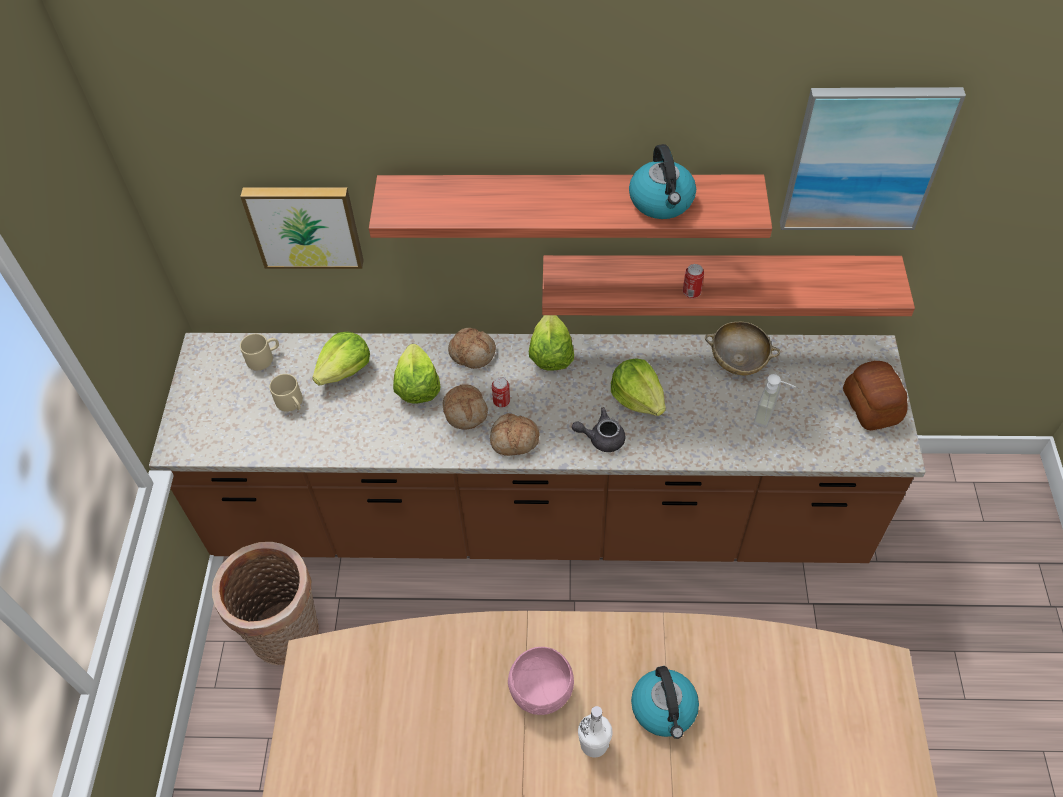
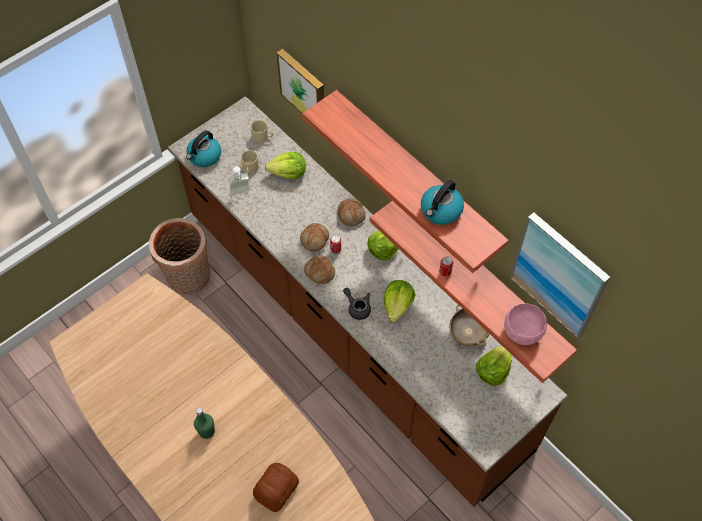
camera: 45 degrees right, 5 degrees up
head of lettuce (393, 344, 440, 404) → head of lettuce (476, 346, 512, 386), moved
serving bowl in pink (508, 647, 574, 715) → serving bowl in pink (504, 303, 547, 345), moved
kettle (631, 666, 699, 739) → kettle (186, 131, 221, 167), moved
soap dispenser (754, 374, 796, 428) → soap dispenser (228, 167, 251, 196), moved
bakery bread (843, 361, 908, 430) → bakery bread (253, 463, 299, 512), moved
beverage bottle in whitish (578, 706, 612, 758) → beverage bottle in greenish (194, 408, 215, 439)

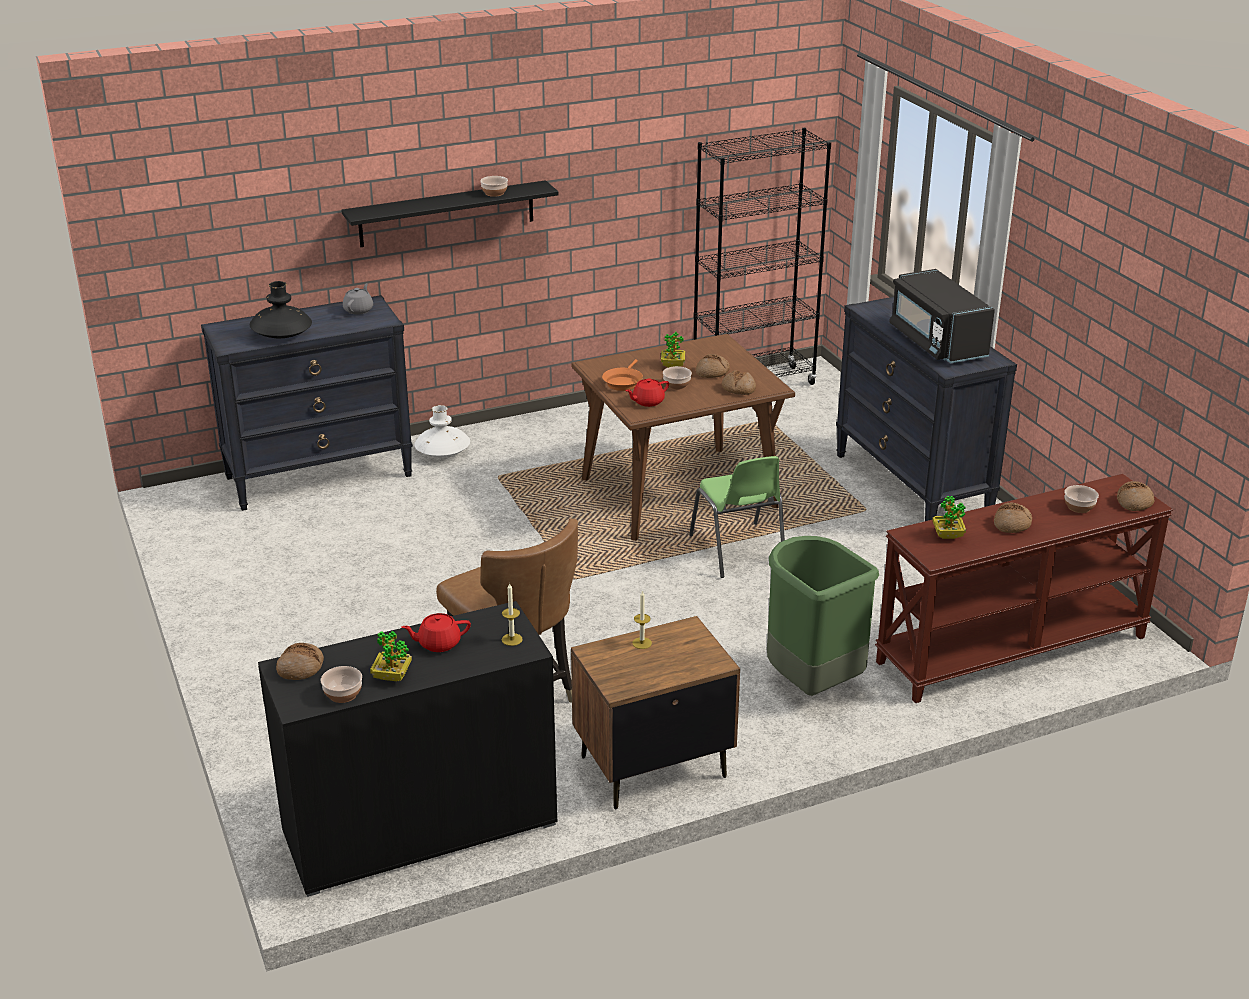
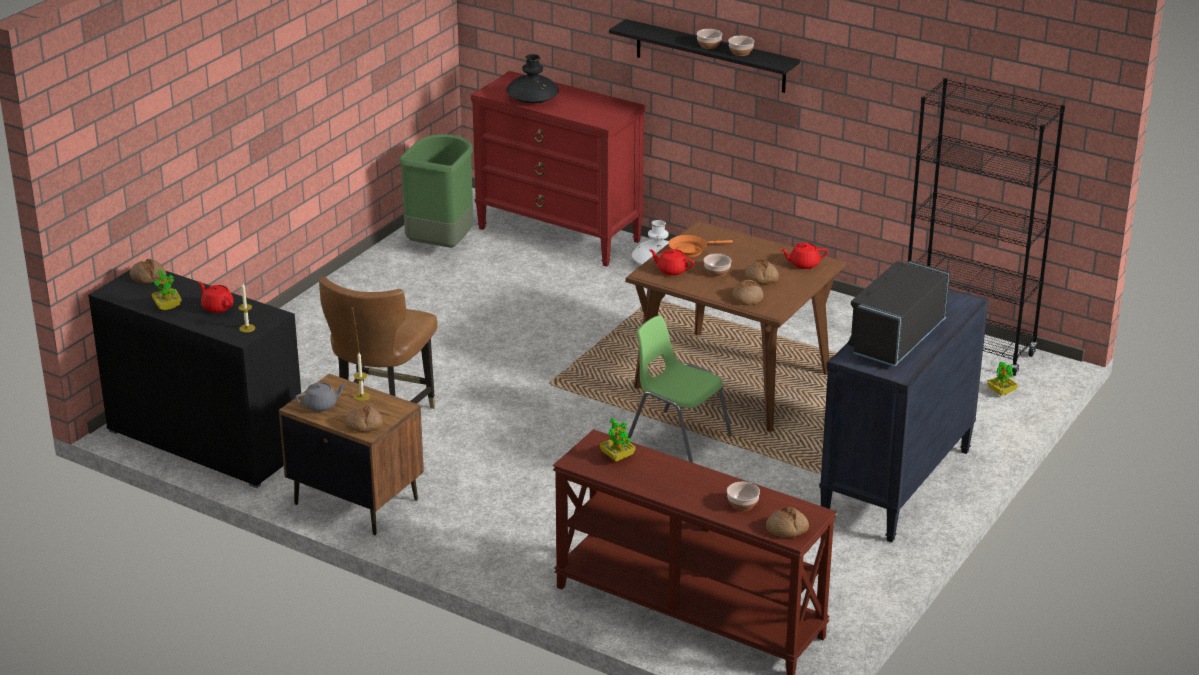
camera: 55 degrees right, 0 degrees up
- → teapot in red (780, 243, 828, 269)
serving bowl (320, 666, 362, 703) → serving bowl (697, 29, 722, 49), moved
teapot in grey (343, 283, 373, 315) → teapot in grey (295, 383, 347, 412), moved
potted plant (661, 332, 685, 368) → potted plant (987, 361, 1018, 396), moved
waste bin in greenish (767, 536, 879, 696) → waste bin in greenish (399, 134, 473, 248), moved
bakery bread (994, 503, 1032, 533) → bakery bread (345, 406, 383, 432), moved
drawer chest in black (201, 295, 413, 511) → drawer chest in red (471, 71, 645, 267)
upright chair in greenish (689, 456, 785, 578) → upright chair in greenish (627, 315, 732, 463), 90 degrees clockwise

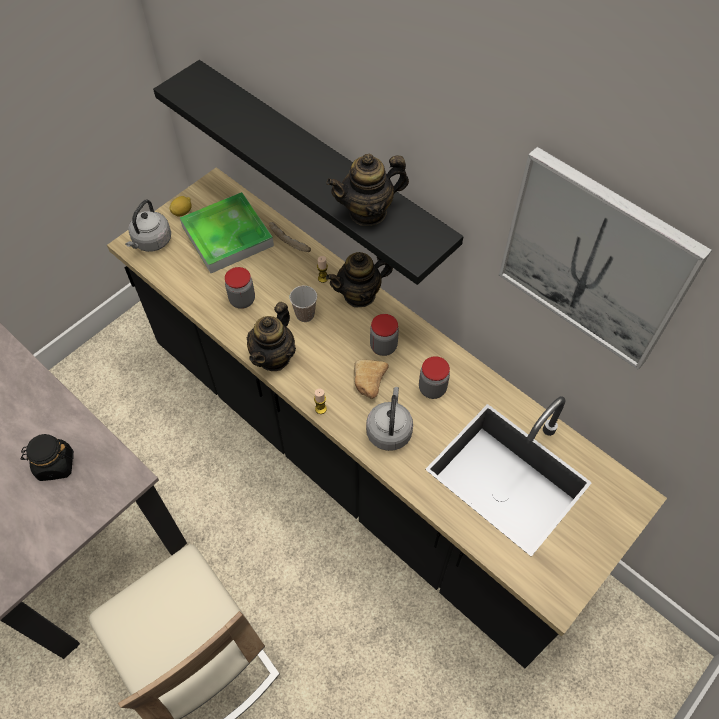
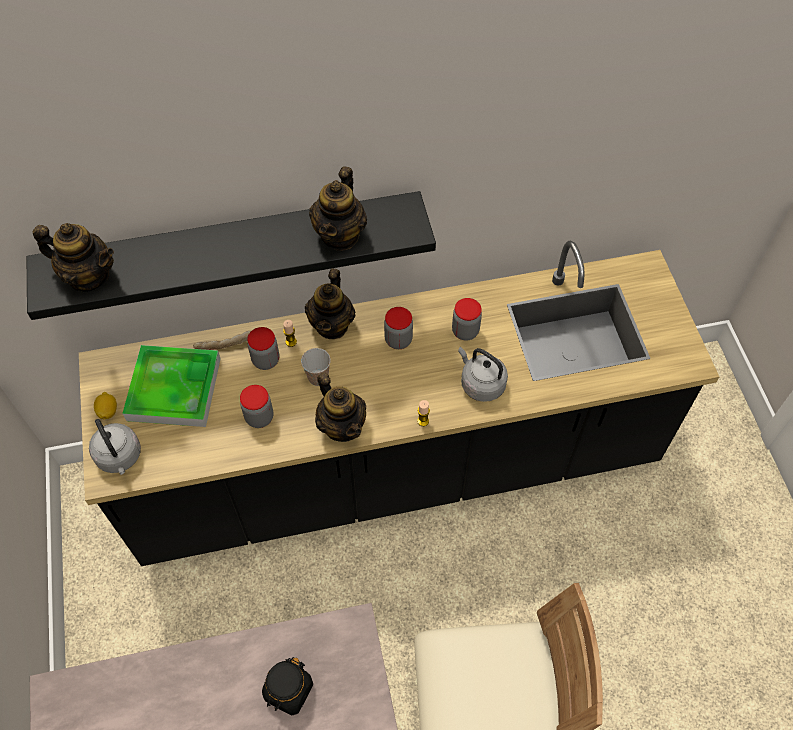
camera: 55 degrees left, 0 degrees up
bakery bread (354, 360, 389, 399) → -
wall art (499, 147, 712, 370) → -
- → teapot (33, 223, 114, 292)
- → storage jar (247, 327, 279, 370)

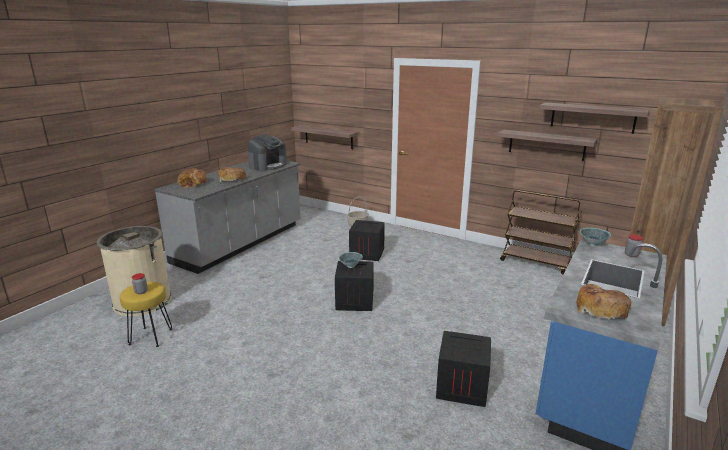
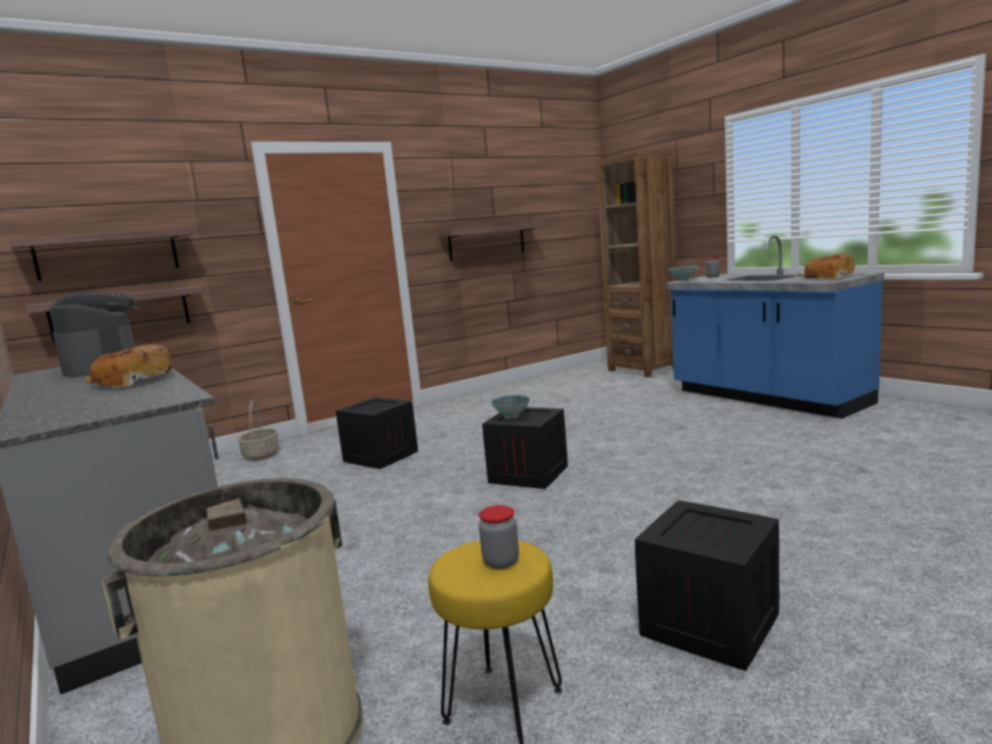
camera: 65 degrees left, 10 degrees down
bakery bread (177, 169, 207, 188) → -
trolley in brown (500, 190, 580, 275) → -
crate (436, 331, 491, 407) → crate (635, 500, 779, 671), moved
bracket shelf (540, 102, 649, 134) → bracket shelf (8, 228, 194, 281), moved

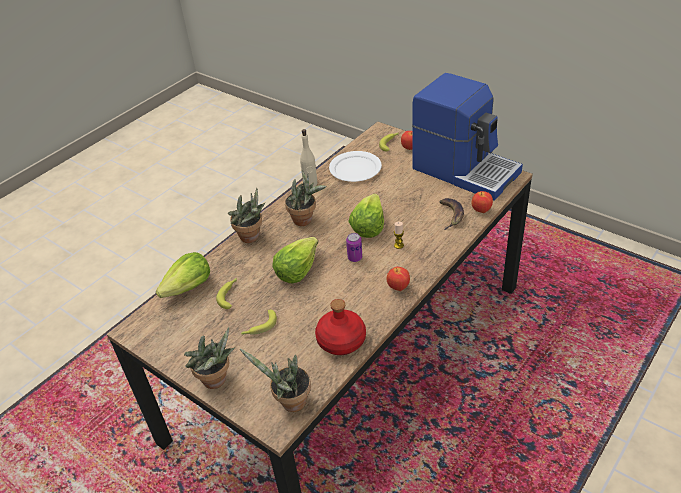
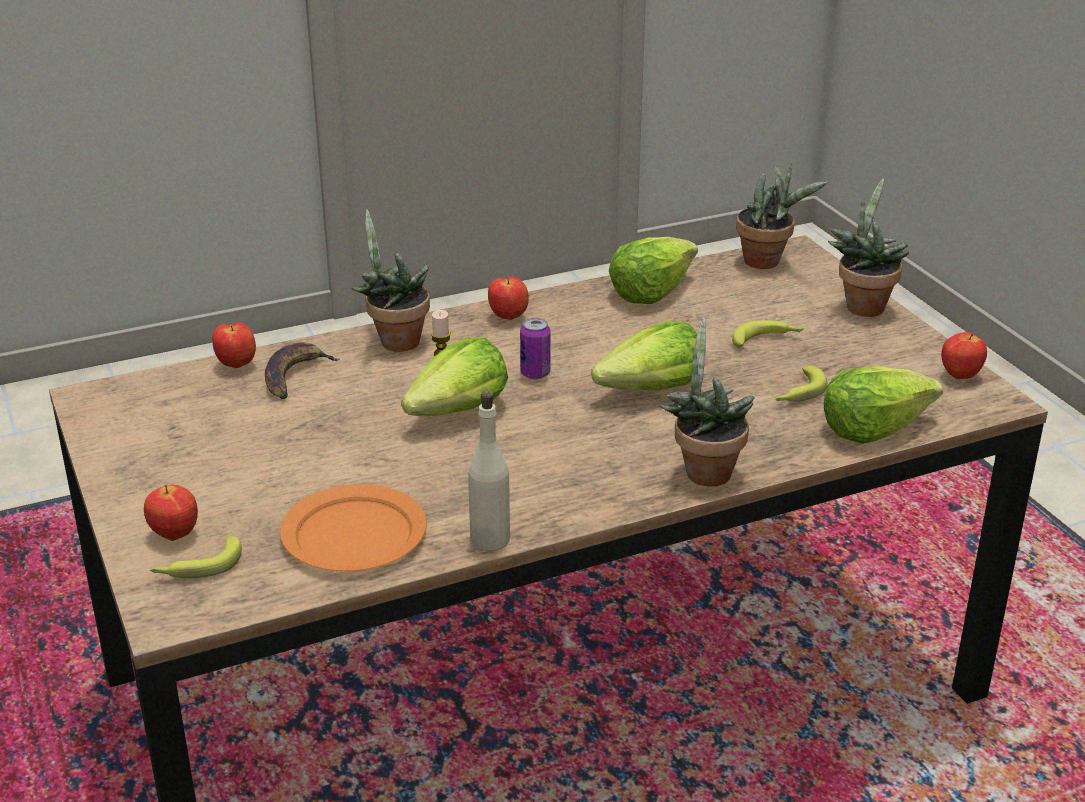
camera: 155 degrees left, 10 degrees down
coffee maker (412, 73, 523, 201) → -
- → apple fruit (941, 332, 987, 379)
potted plant (285, 171, 327, 226) → potted plant (352, 210, 430, 352), moved
beverage bottle in red (315, 299, 366, 355) → head of lettuce (609, 237, 698, 304)
plate in whitish (329, 151, 382, 182) → plate in orange (280, 484, 427, 572)

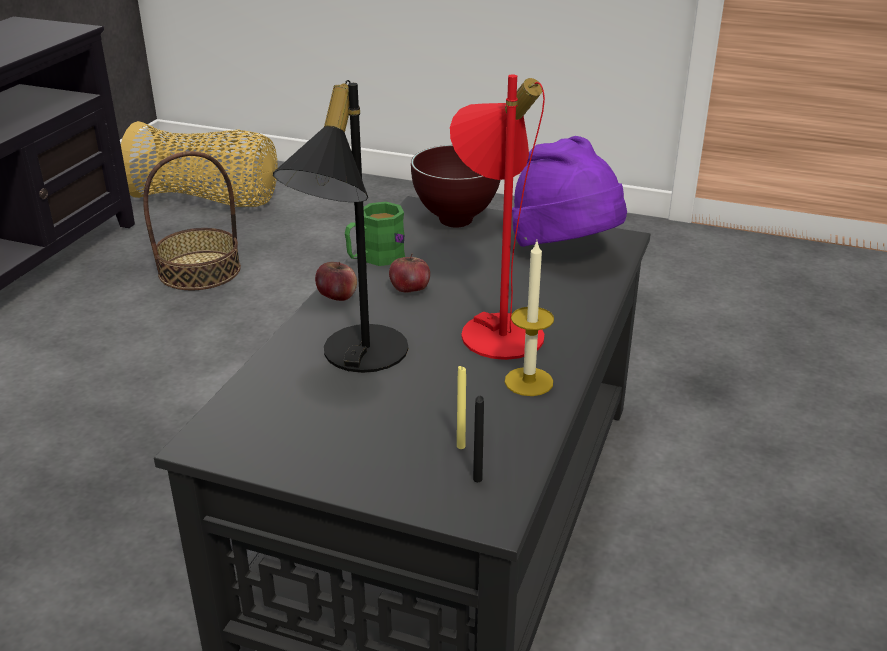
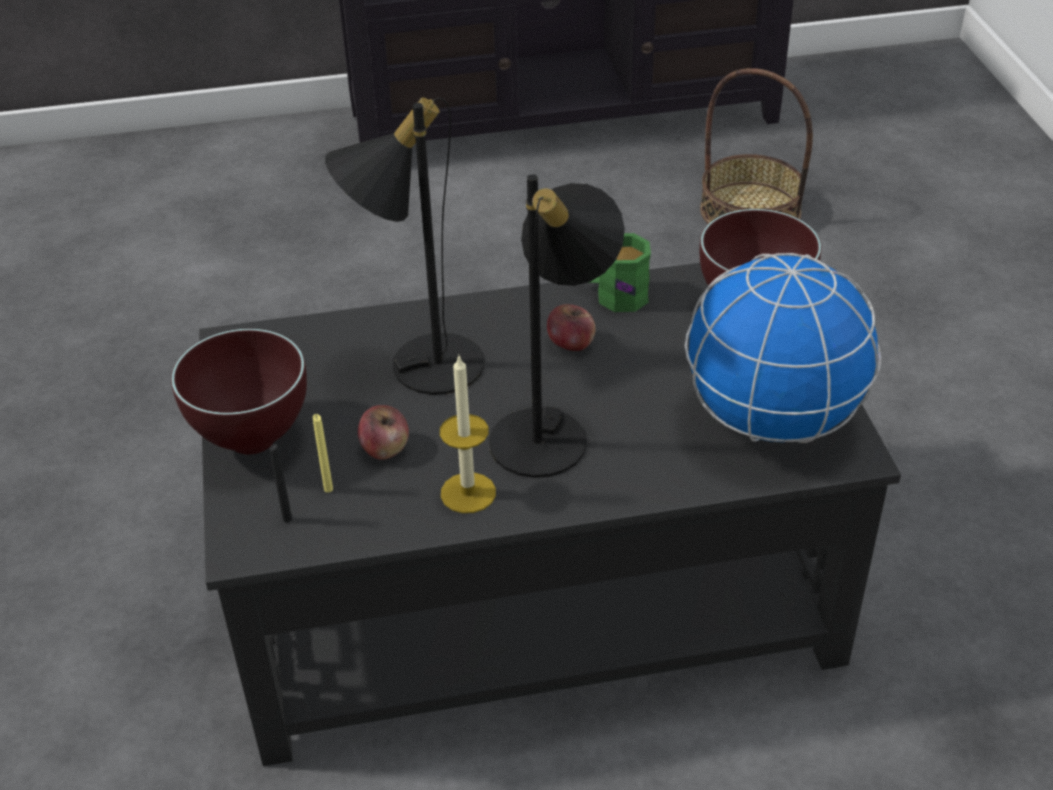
camera: 60 degrees right, 10 degrees up
basket (121, 121, 278, 207) → -
- → serving bowl in brown (171, 329, 307, 454)
apple fruit (315, 262, 357, 301) → apple fruit (358, 405, 409, 460), moved
clothing hat in purple-coloured (512, 136, 627, 247) → globe (685, 253, 881, 443)
tabletop lamp in red (450, 74, 545, 360) → tabletop lamp in black (489, 174, 625, 478)

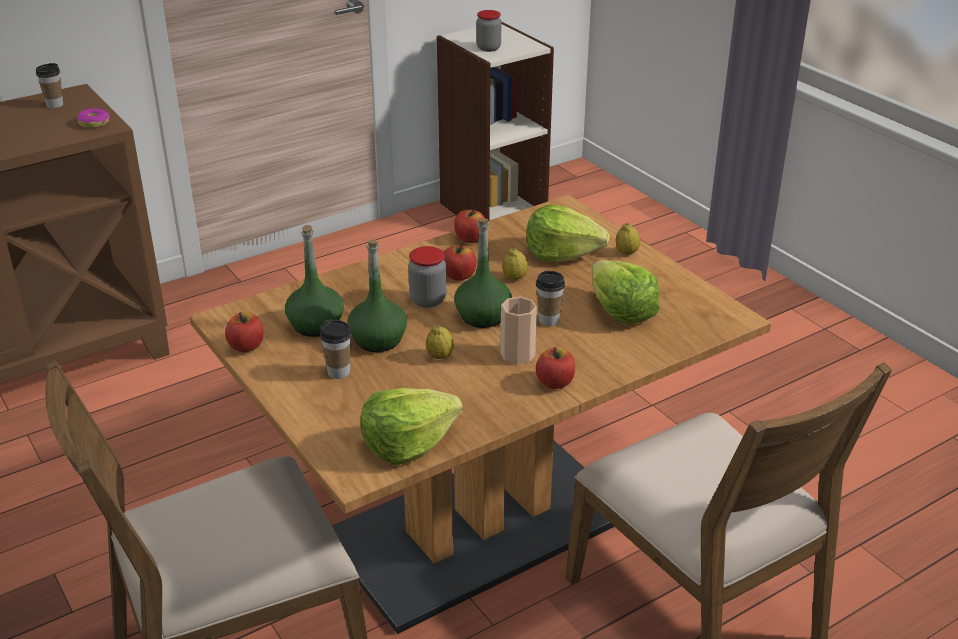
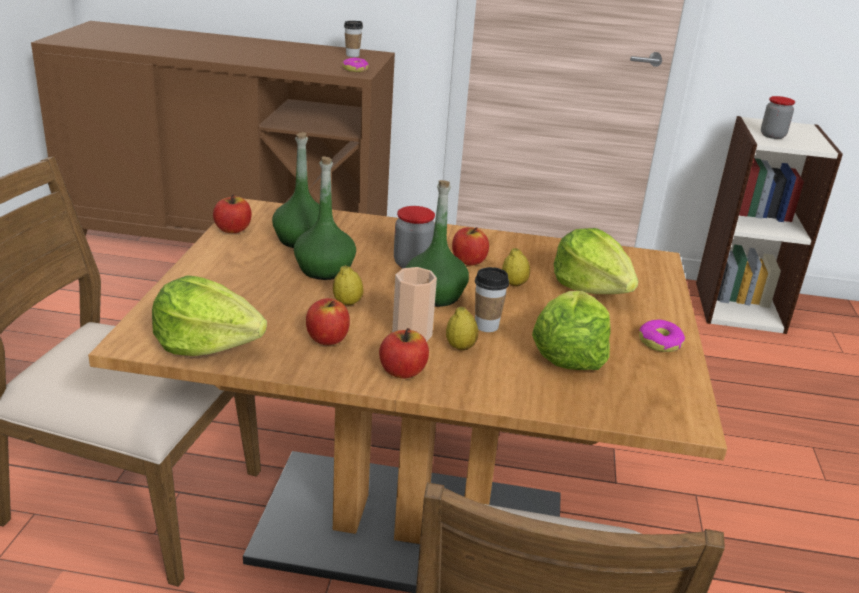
camera: 40 degrees right, 5 degrees down
small cup (320, 319, 352, 379) → -
- → doughnut (639, 319, 685, 352)
apple fruit (454, 209, 485, 243) → apple fruit (306, 298, 350, 345), moved
lemon (616, 223, 640, 255) → lemon (446, 307, 478, 351), moved

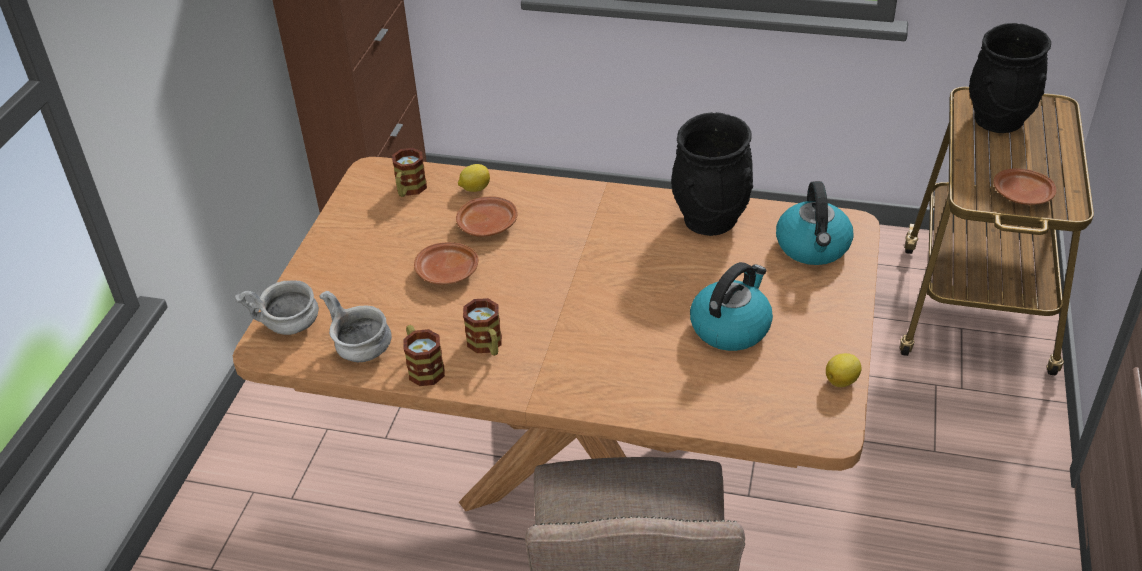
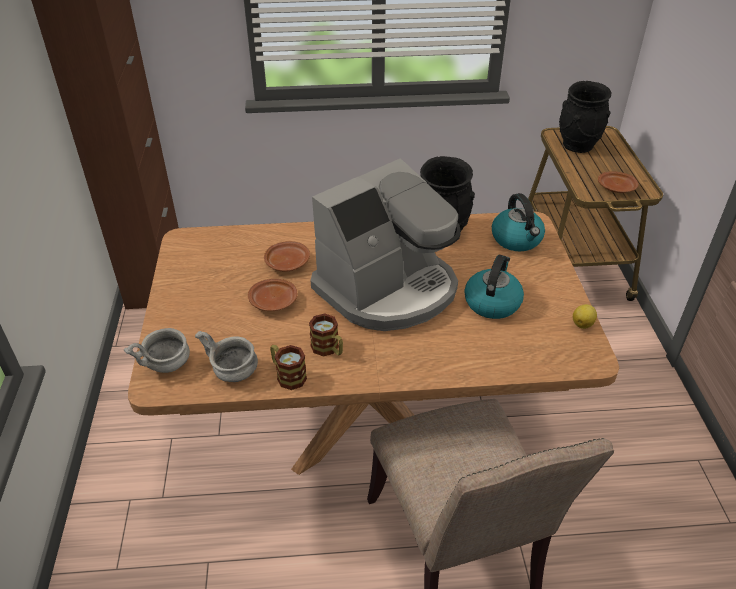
camera: 20 degrees left, 0 degrees up
tea mug (392, 148, 427, 197) → -
lemon (458, 164, 490, 192) → -
- → coffee maker (310, 158, 461, 331)

